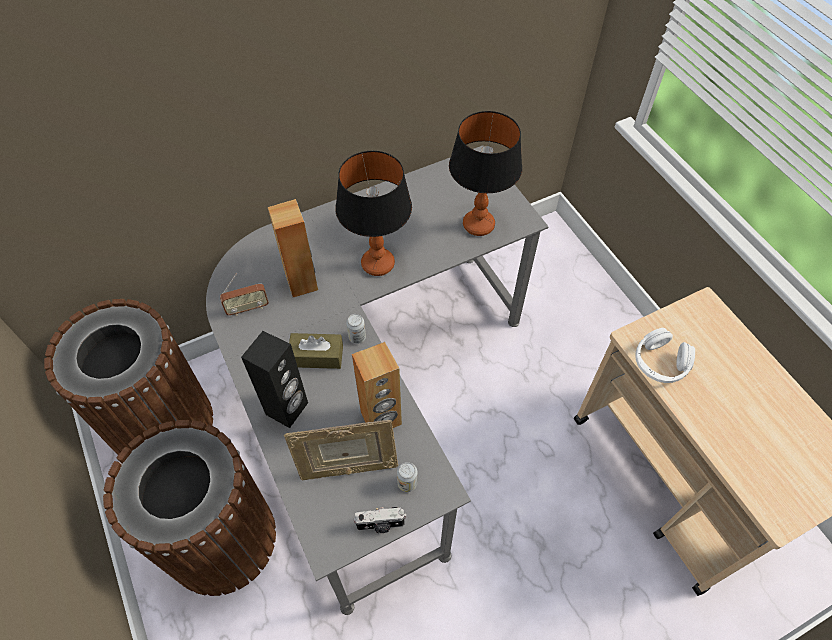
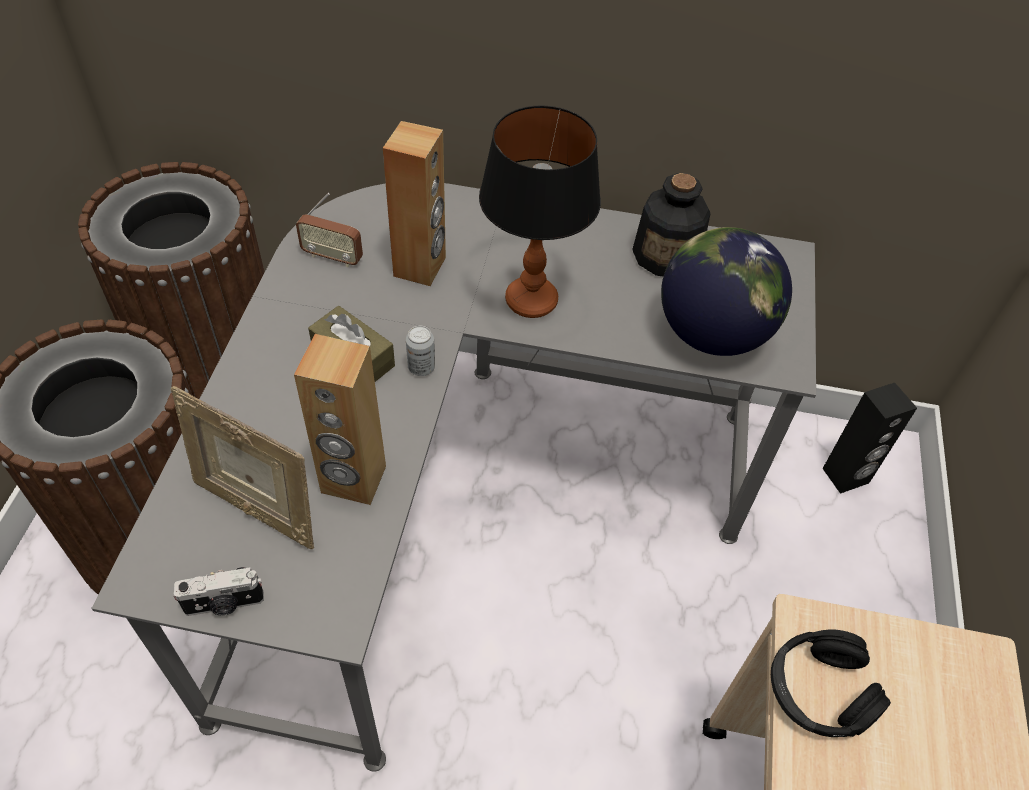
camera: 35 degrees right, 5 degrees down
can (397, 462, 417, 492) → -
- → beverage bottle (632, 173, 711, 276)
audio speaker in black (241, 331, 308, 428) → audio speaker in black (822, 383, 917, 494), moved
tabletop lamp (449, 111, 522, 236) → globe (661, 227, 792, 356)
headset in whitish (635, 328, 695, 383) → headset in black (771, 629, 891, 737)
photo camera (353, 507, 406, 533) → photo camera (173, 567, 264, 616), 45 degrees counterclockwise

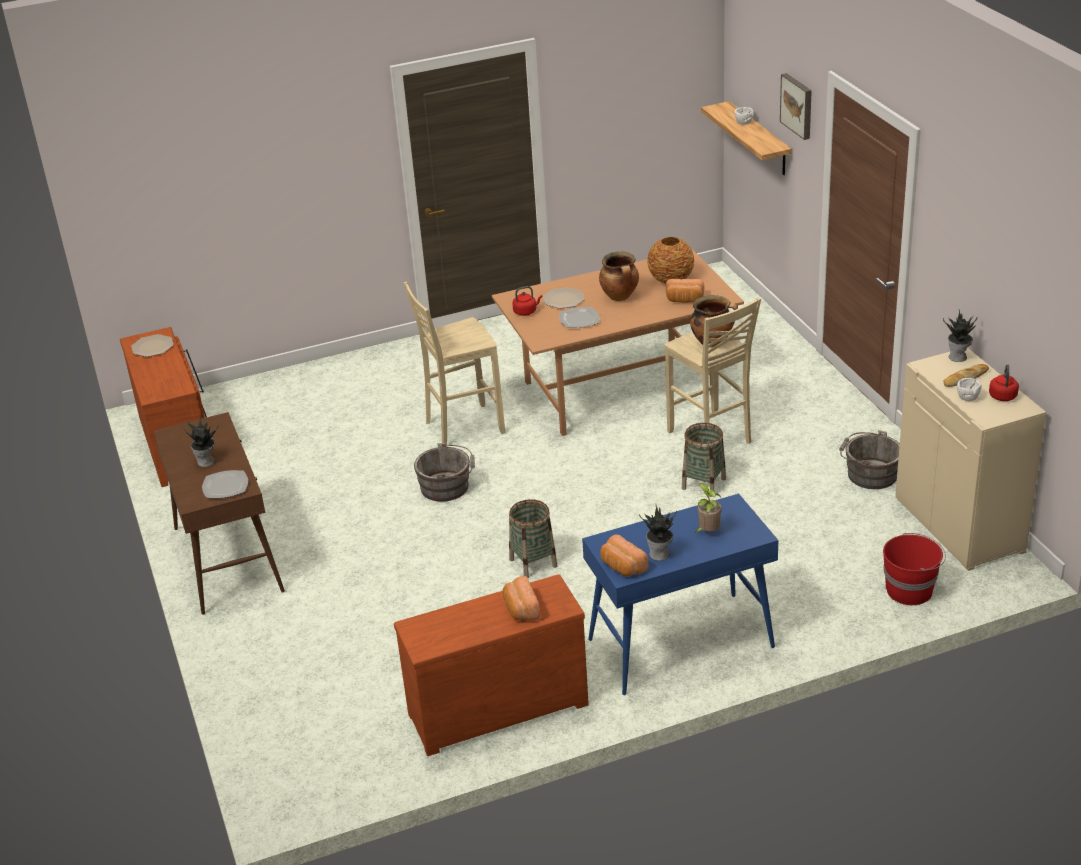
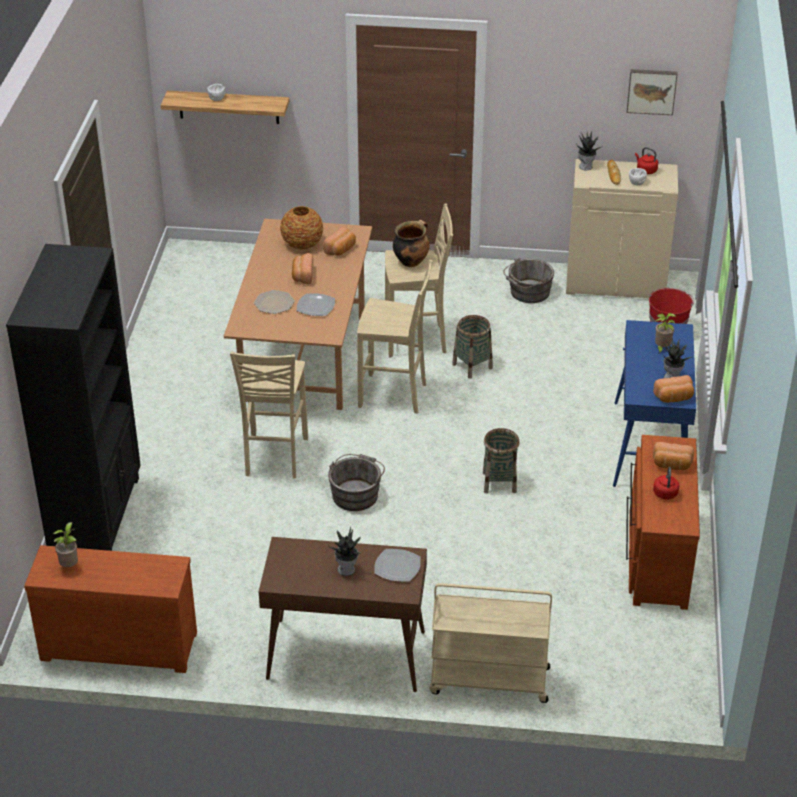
camera: 65 degrees left, 5 degrees up
- → bookcase in black (6, 244, 141, 551)
- → sitting stool in sand-coloured (357, 260, 433, 414)
- → trolley in sand-coloured (430, 583, 552, 703)
kettle in red (512, 286, 543, 316) → kettle in red (653, 467, 679, 499), moved
wall art (780, 73, 812, 140) → wall art (627, 69, 678, 115), moved
plate (131, 334, 174, 357) → potted plant (53, 522, 78, 567)
cooking pot (599, 251, 639, 301) → bakery bread (292, 253, 313, 284)

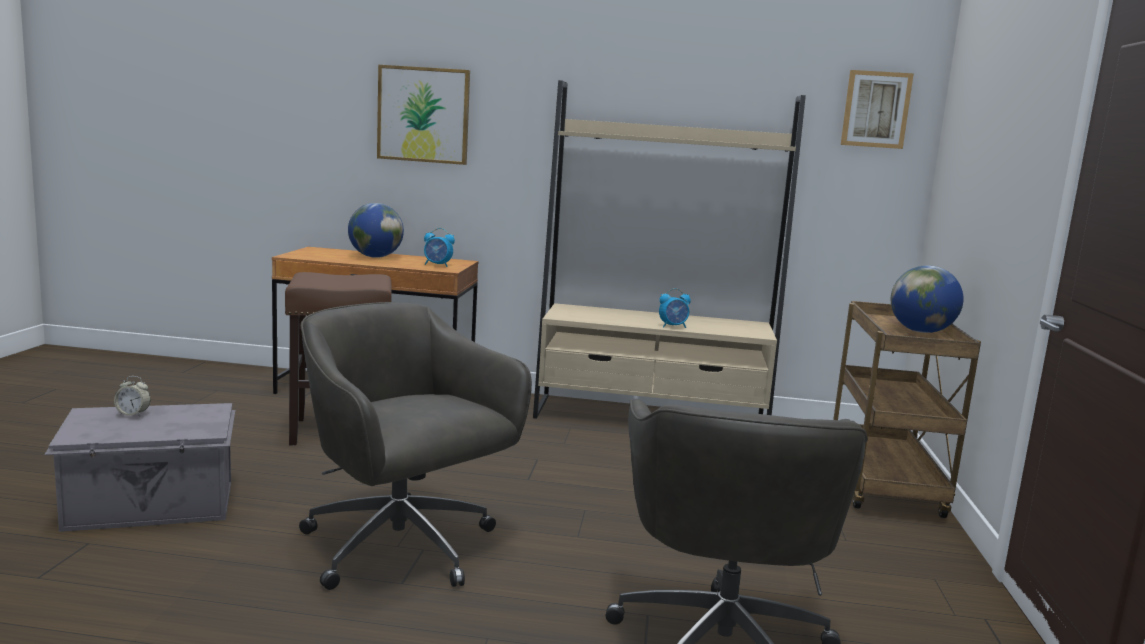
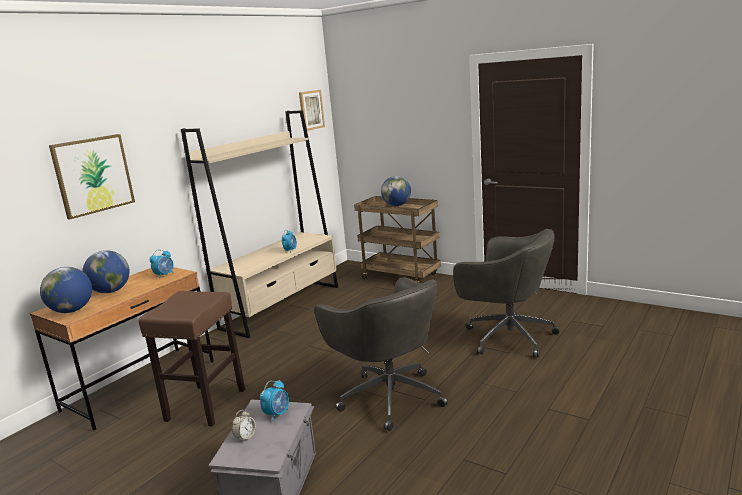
camera: 60 degrees left, 5 degrees up
- → globe (40, 267, 92, 313)
- → alarm clock (260, 380, 289, 422)
desk chair in grey (299, 302, 532, 590) → desk chair in grey (315, 277, 448, 431), 105 degrees counterclockwise

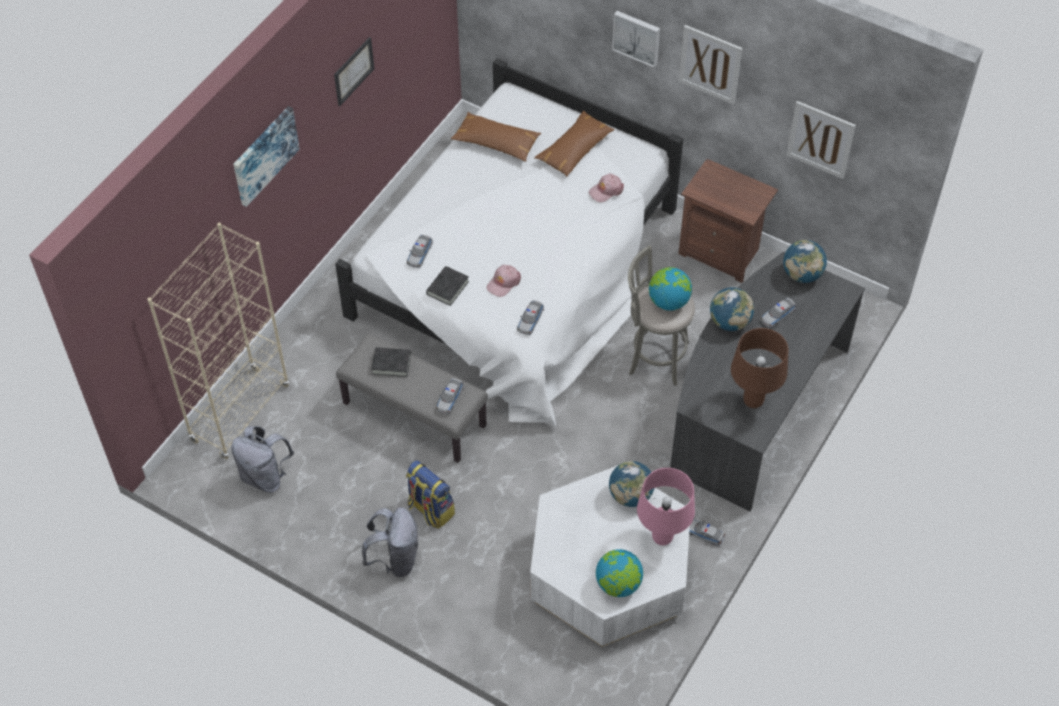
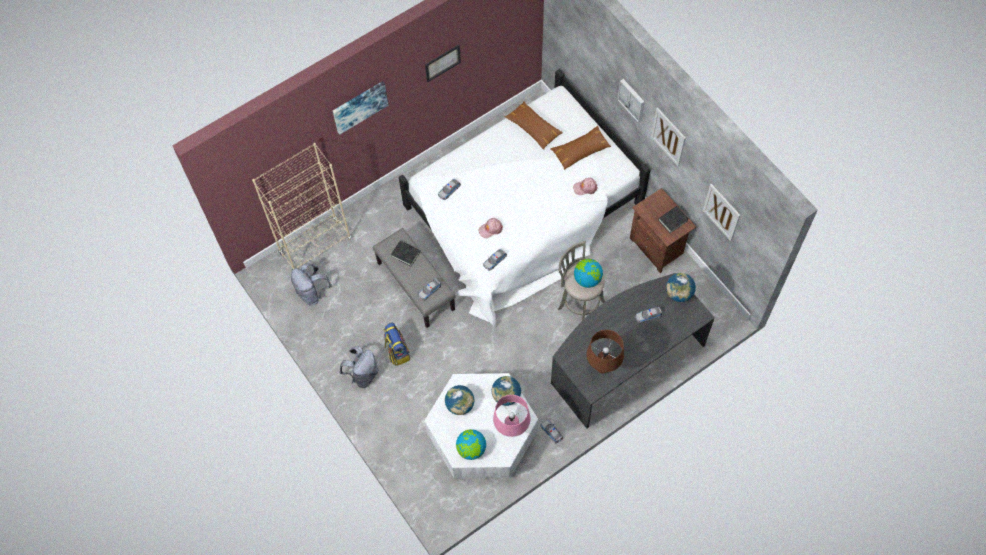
camera: 25 degrees right, 10 degrees up
volume in black (426, 266, 469, 306) → volume in black (658, 206, 689, 233), moved
globe (710, 287, 754, 331) → globe (445, 385, 474, 415), moved

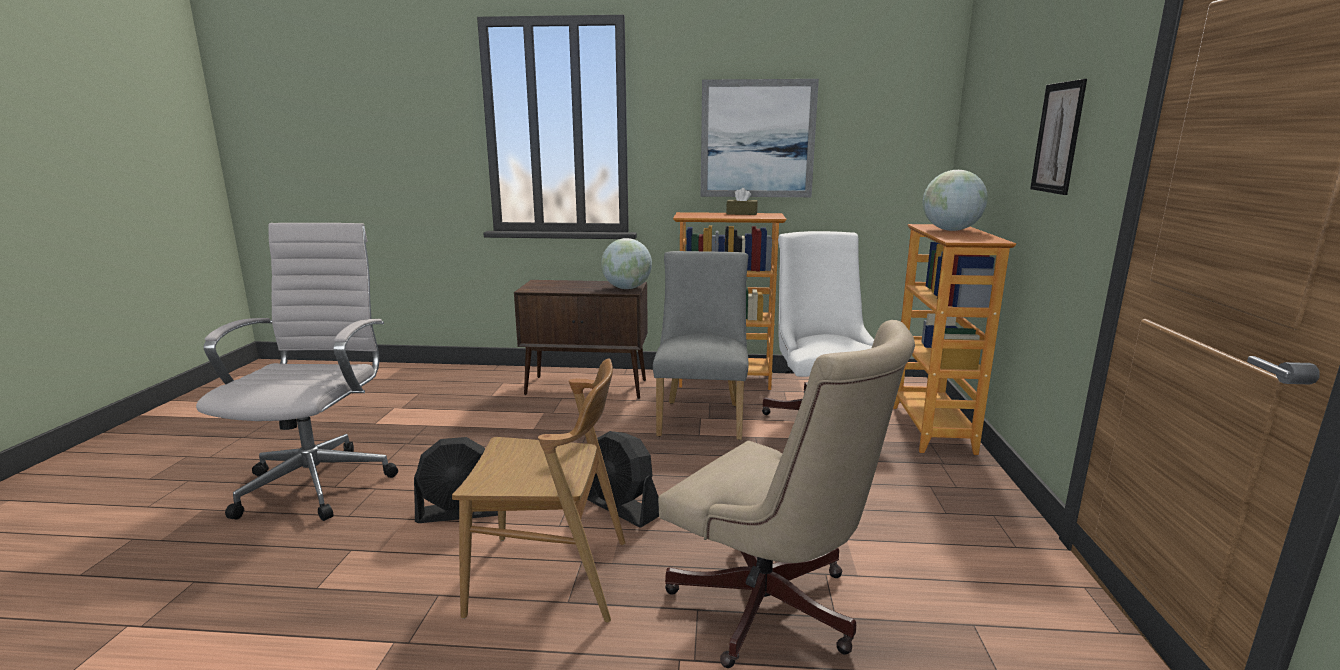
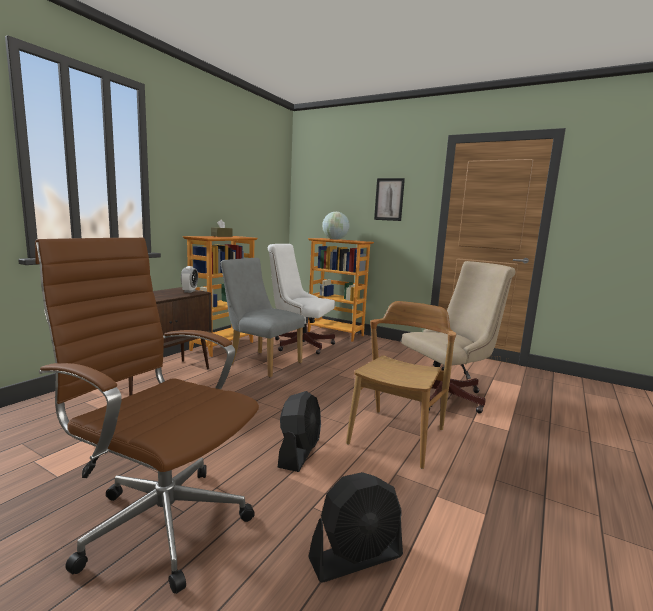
camera: 65 degrees left, 5 degrees down
wall art (701, 79, 819, 197) → -
fan in black (587, 431, 659, 528) → fan in black (308, 472, 403, 583), moved
globe (601, 238, 652, 289) → alarm clock (181, 266, 198, 293)
desk chair in whitish (196, 223, 398, 521) → desk chair in brown (35, 238, 259, 594)

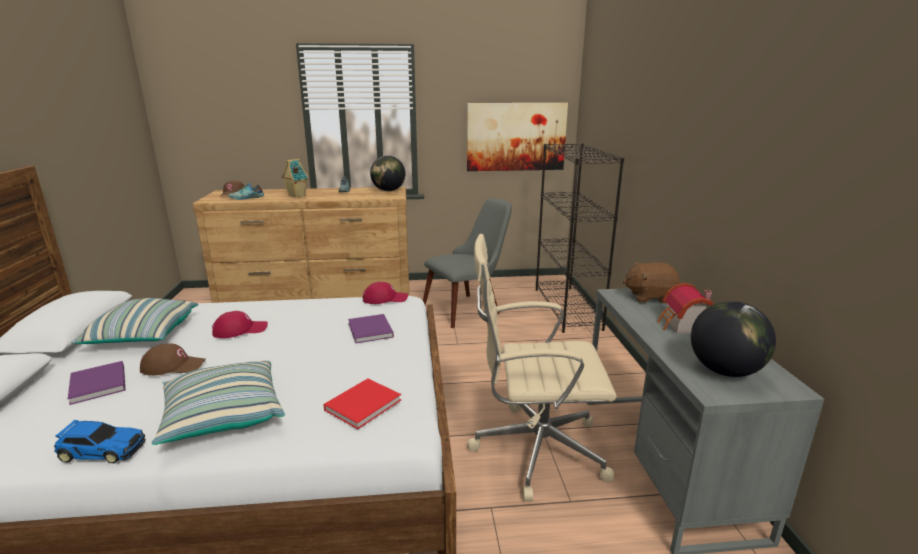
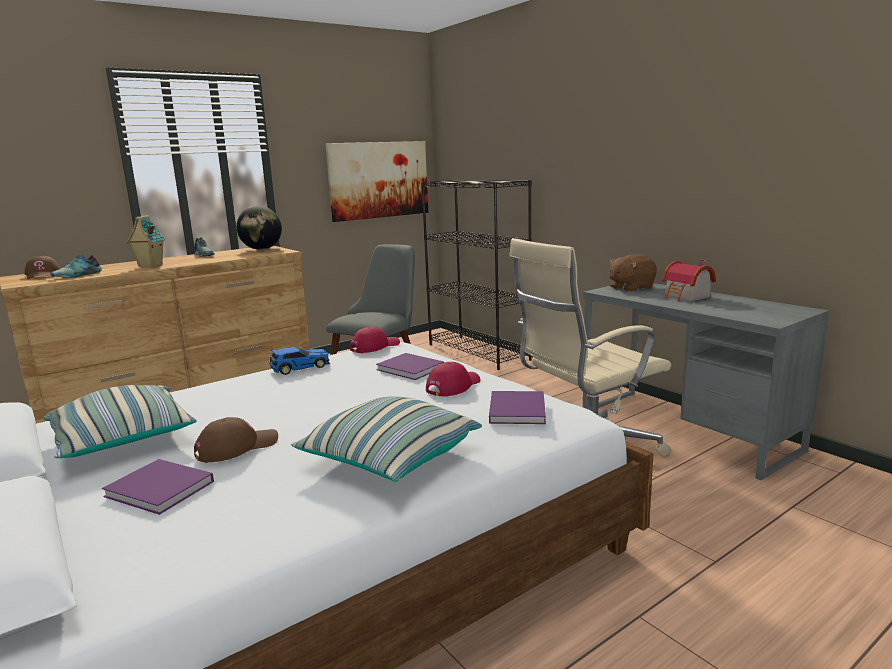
camera: 30 degrees left, 5 degrees down
globe (691, 301, 776, 377) → -
toy car (54, 420, 146, 463) → toy car (269, 347, 330, 375), moved
peaked cap in red (212, 311, 268, 338) → peaked cap in red (426, 362, 481, 397), moved
volume in red (323, 378, 401, 429) → volume in purple-coloured (489, 391, 546, 424)

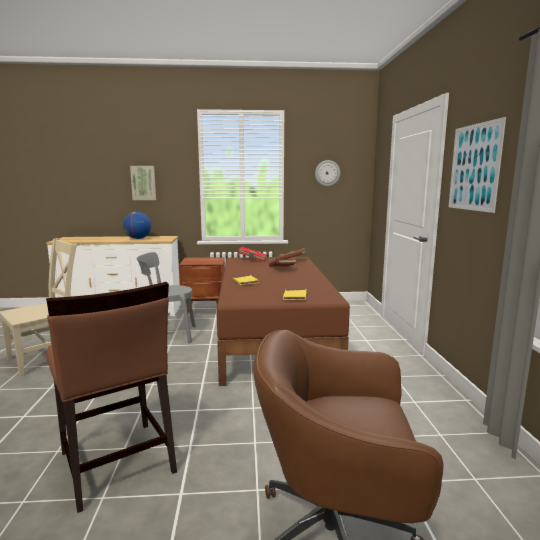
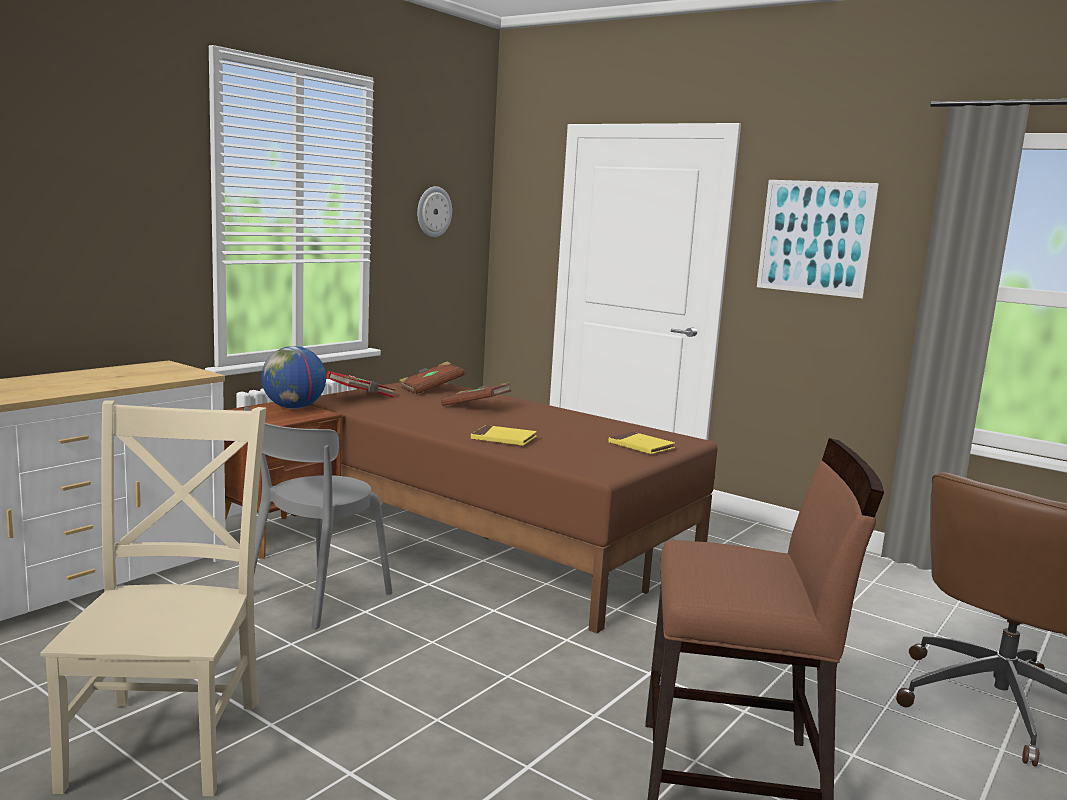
camera: 50 degrees left, 0 degrees up
wall art (130, 166, 156, 200) → -
globe (123, 212, 151, 239) → globe (261, 346, 326, 409), moved

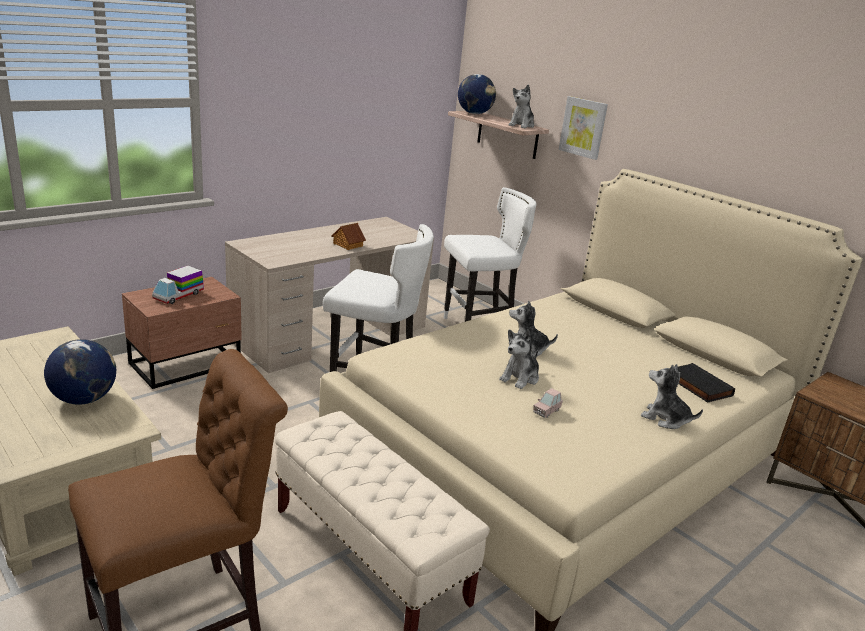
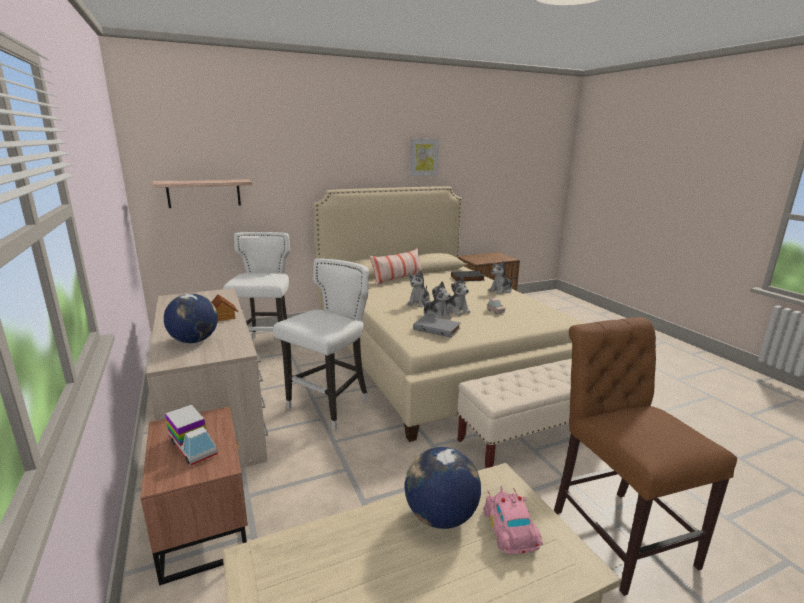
camera: 70 degrees left, 5 degrees down
- → cushion (369, 248, 424, 286)
- → volume in grey (413, 315, 461, 338)
- → toy car in pink (483, 486, 543, 554)
globe (458, 74, 496, 114) → globe (164, 294, 218, 343), moved
plush toy (509, 84, 534, 128) → plush toy (422, 281, 452, 319), moved
wall art (559, 96, 608, 160) → wall art (410, 139, 439, 176), moved

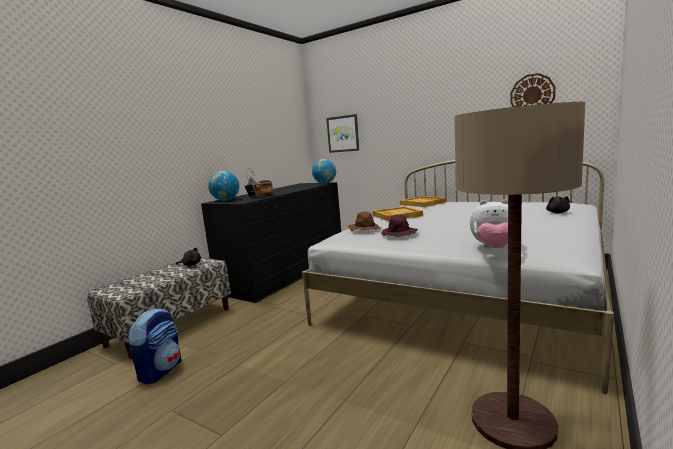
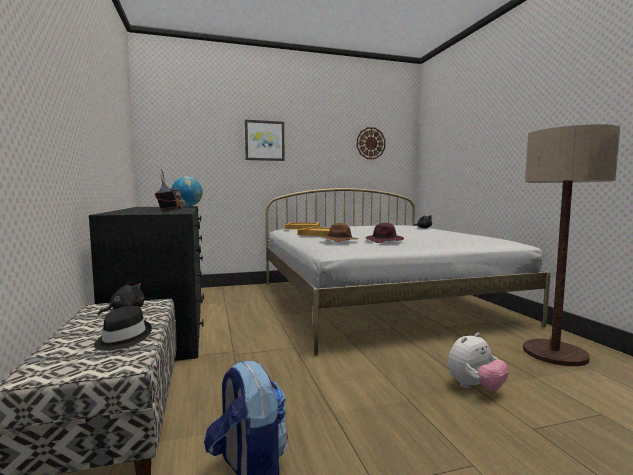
camera: 50 degrees left, 5 degrees down
globe (208, 171, 239, 201) → -
- → clothing hat in black (94, 306, 152, 351)
wall art (326, 114, 359, 153) → wall art (245, 120, 285, 161), moved
plush toy (470, 199, 508, 248) → plush toy (448, 333, 509, 391), moved

